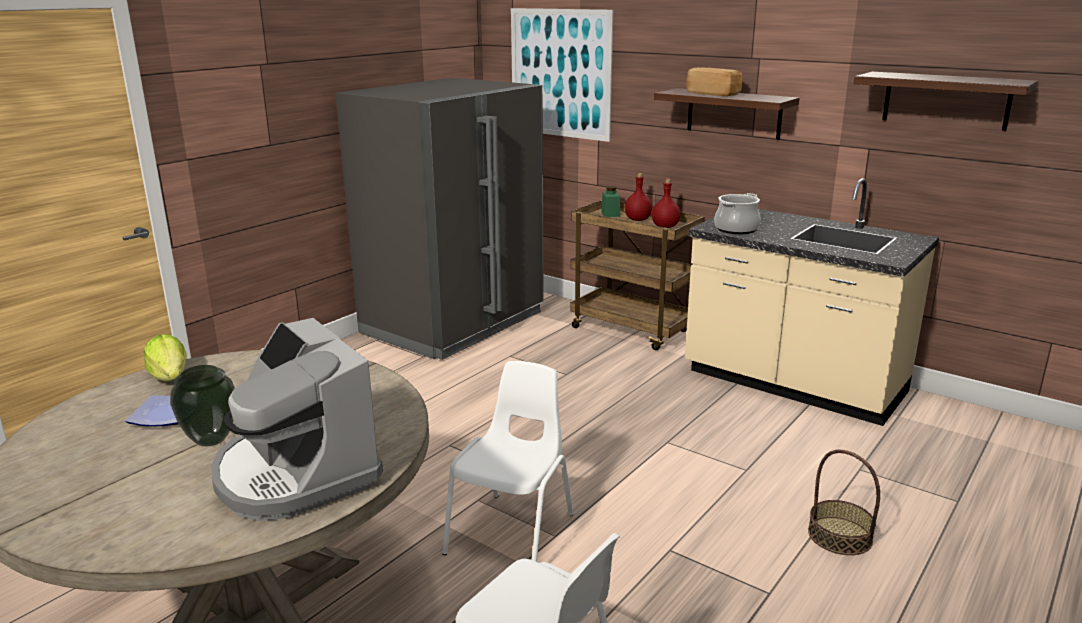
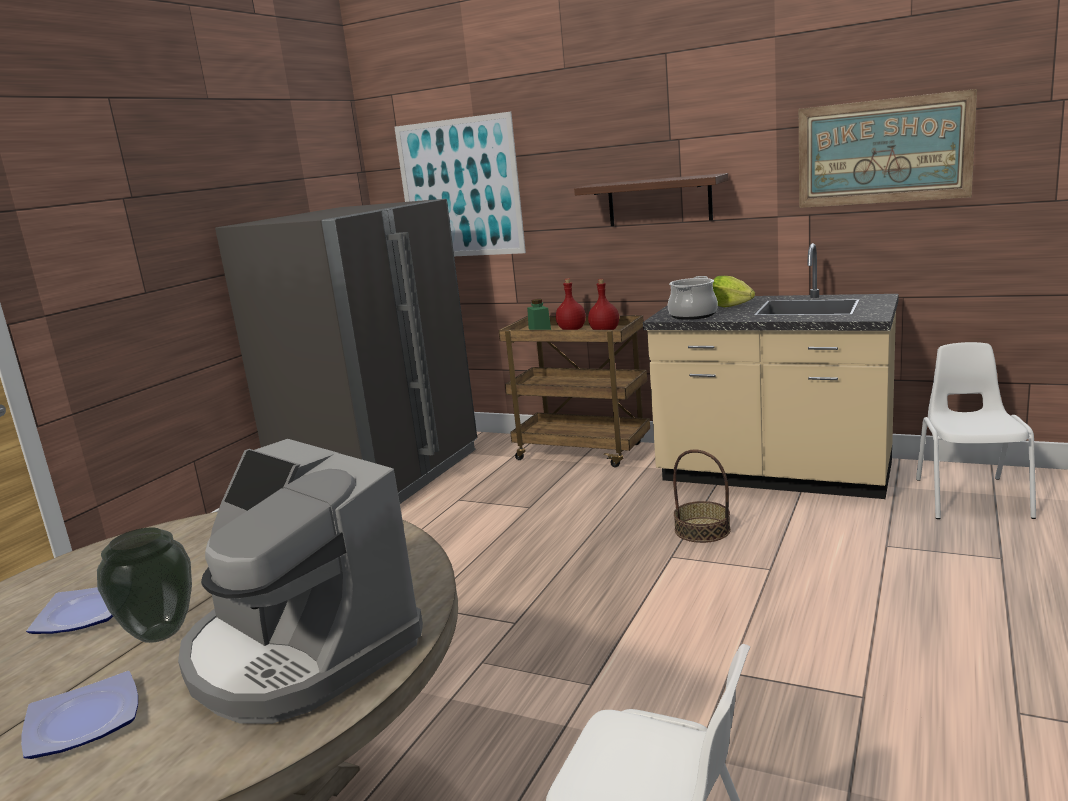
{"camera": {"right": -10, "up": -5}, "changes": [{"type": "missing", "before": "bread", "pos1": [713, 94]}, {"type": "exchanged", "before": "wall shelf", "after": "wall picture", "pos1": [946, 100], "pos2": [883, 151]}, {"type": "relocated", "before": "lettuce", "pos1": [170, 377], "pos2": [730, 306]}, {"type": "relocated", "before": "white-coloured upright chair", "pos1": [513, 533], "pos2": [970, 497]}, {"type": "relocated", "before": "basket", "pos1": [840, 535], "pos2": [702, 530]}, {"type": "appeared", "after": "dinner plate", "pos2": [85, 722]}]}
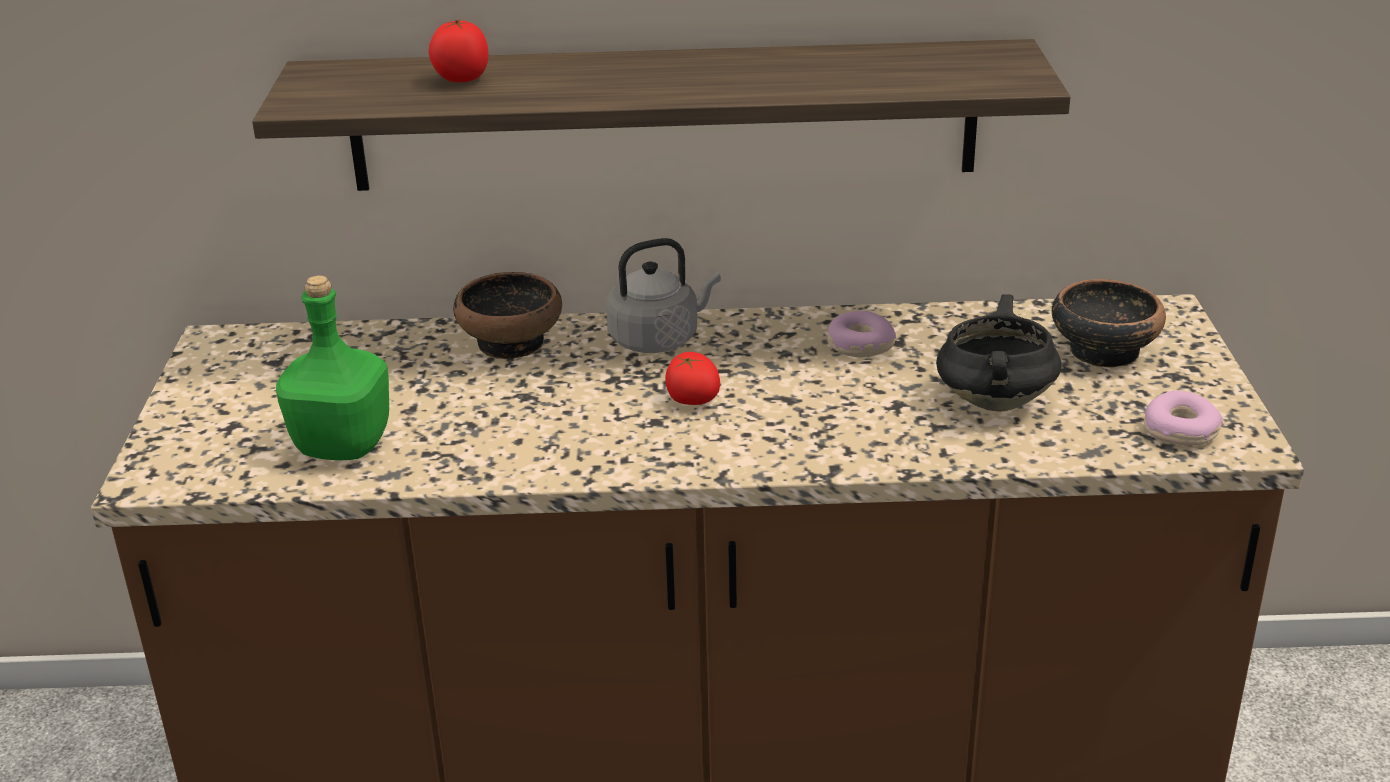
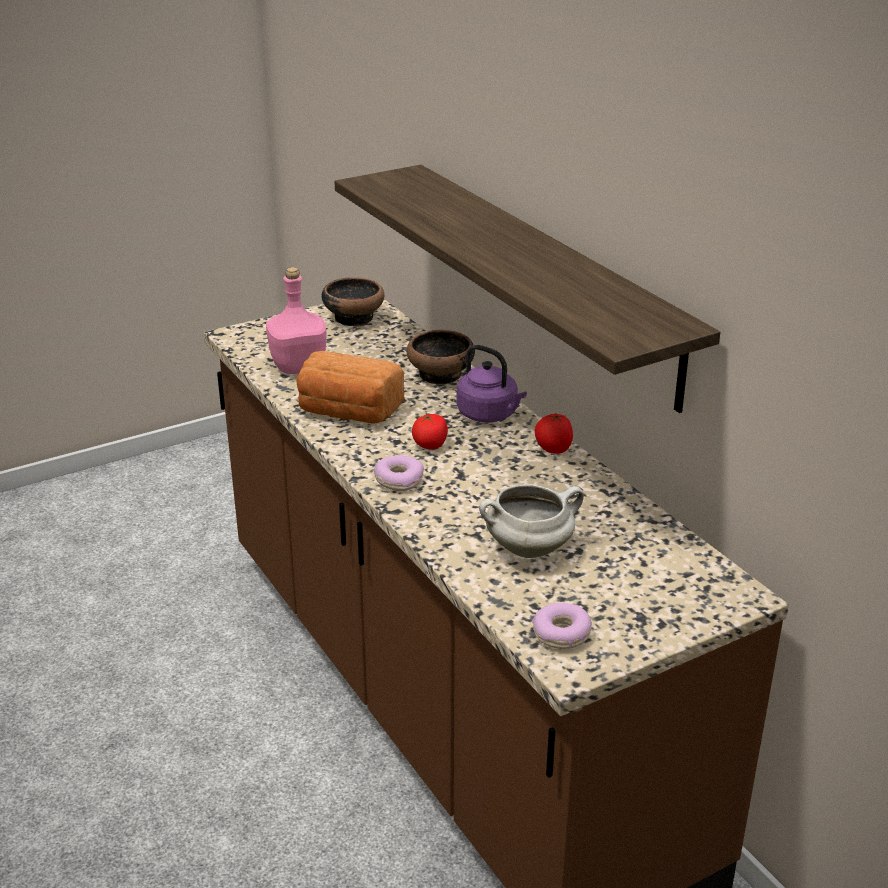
{"camera": {"right": 60, "up": 0}, "changes": [{"type": "relocated", "before": "whole tomato", "pos1": [461, 80], "pos2": [553, 450]}, {"type": "colour", "before": "greyish water kettle", "after": "purple water kettle", "pos1": [658, 339], "pos2": [490, 415]}, {"type": "colour", "before": "greenish beverage bottle", "after": "pink-coloured beverage bottle", "pos1": [342, 447], "pos2": [297, 367]}, {"type": "relocated", "before": "bowl", "pos1": [1102, 351], "pos2": [354, 317]}, {"type": "colour", "before": "blackish saucepot", "after": "white-coloured saucepot", "pos1": [993, 400], "pos2": [529, 548]}, {"type": "relocated", "before": "doughnut", "pos1": [859, 345], "pos2": [398, 480]}, {"type": "appeared", "after": "bread", "pos2": [348, 412]}]}
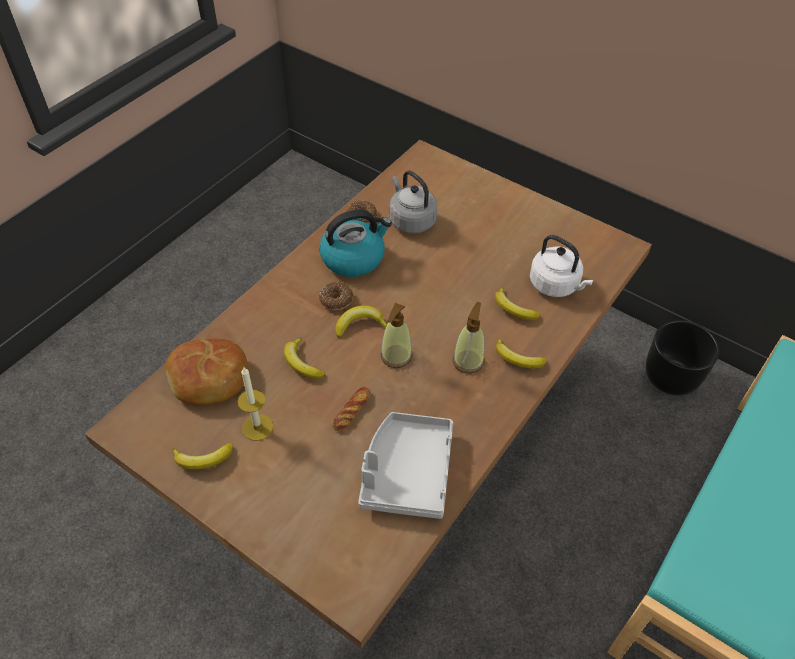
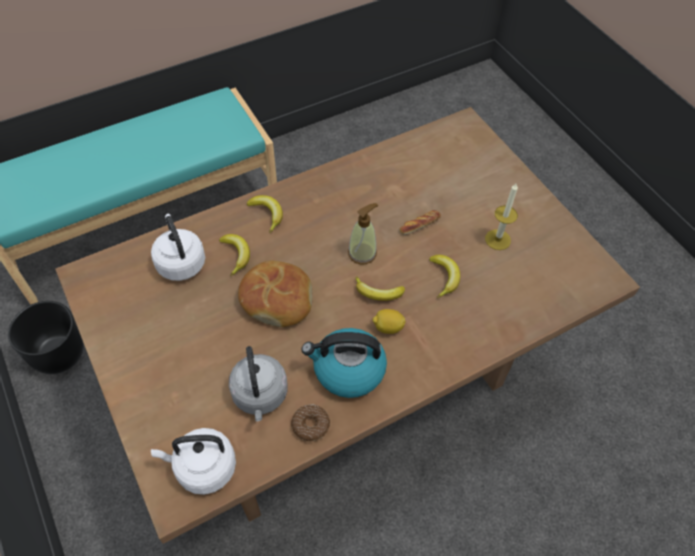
{"camera": {"right": -155, "up": 5}, "changes": [{"type": "exchanged", "before": "doughnut", "after": "citrus fruit", "pos1": [336, 300], "pos2": [388, 327]}, {"type": "missing", "before": "soap dispenser", "pos1": [468, 361]}, {"type": "relocated", "before": "bread", "pos1": [209, 379], "pos2": [277, 299]}, {"type": "missing", "before": "greyish tray", "pos1": [406, 472]}, {"type": "missing", "before": "banana fruit", "pos1": [203, 459]}, {"type": "appeared", "after": "white-coloured water kettle", "pos2": [203, 468]}]}
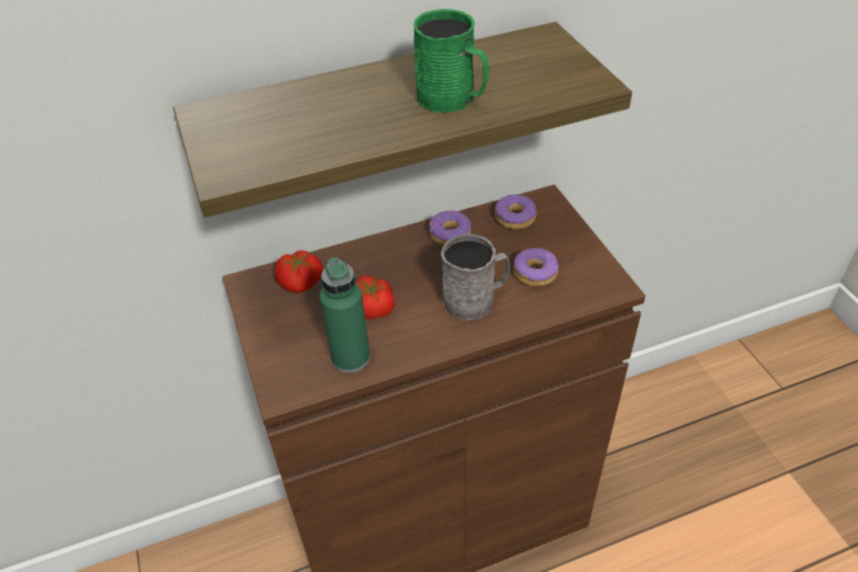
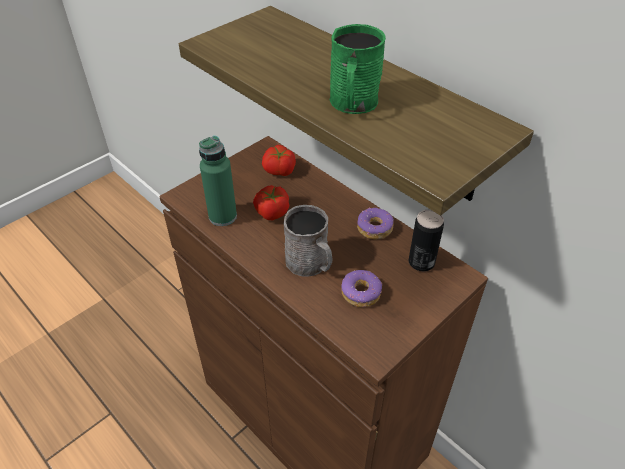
{"camera": {"right": 65, "up": 0}, "changes": [{"type": "exchanged", "before": "doughnut", "after": "can", "pos1": [515, 218], "pos2": [421, 262]}]}
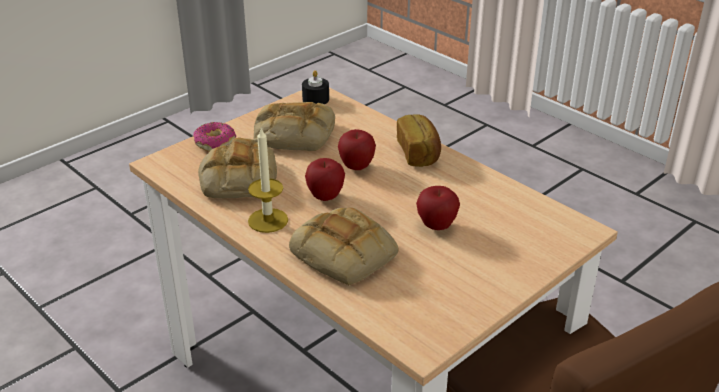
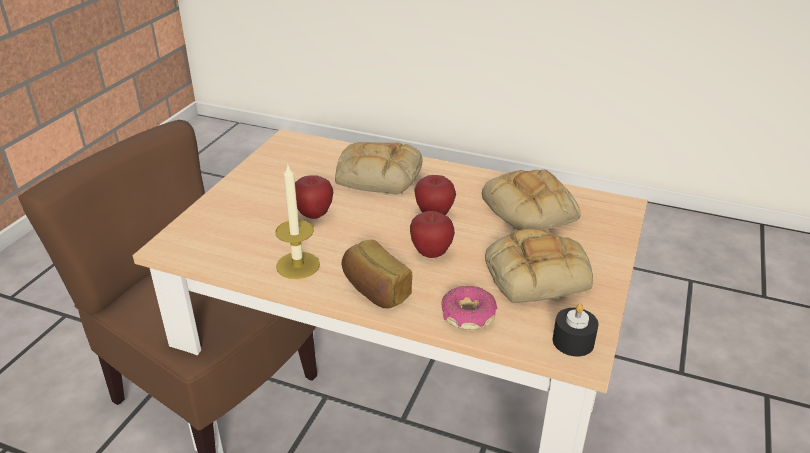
{"camera": {"right": 155, "up": 0}, "changes": [{"type": "relocated", "before": "doughnut", "pos1": [215, 143], "pos2": [467, 315]}, {"type": "relocated", "before": "candle", "pos1": [268, 220], "pos2": [298, 265]}]}
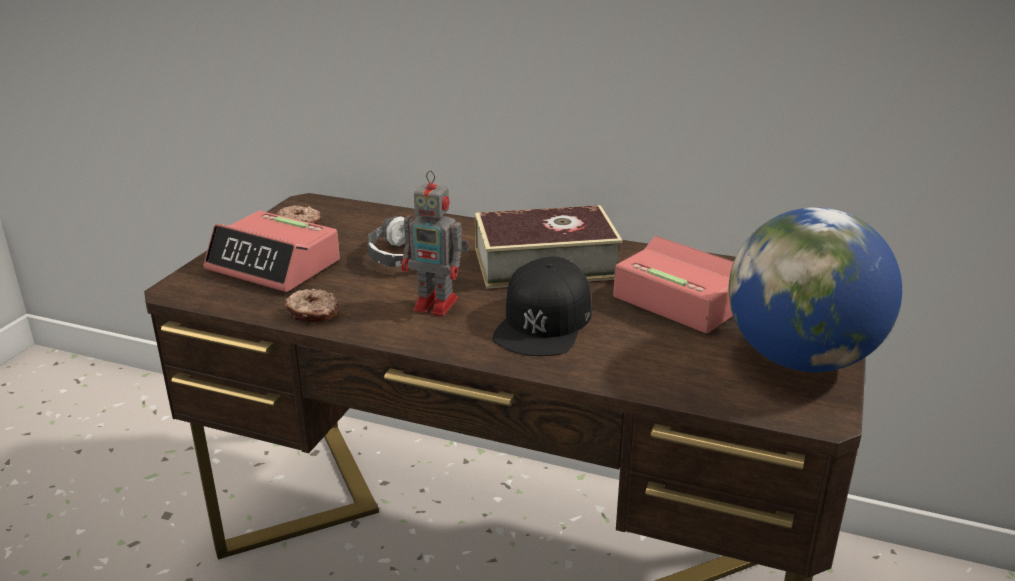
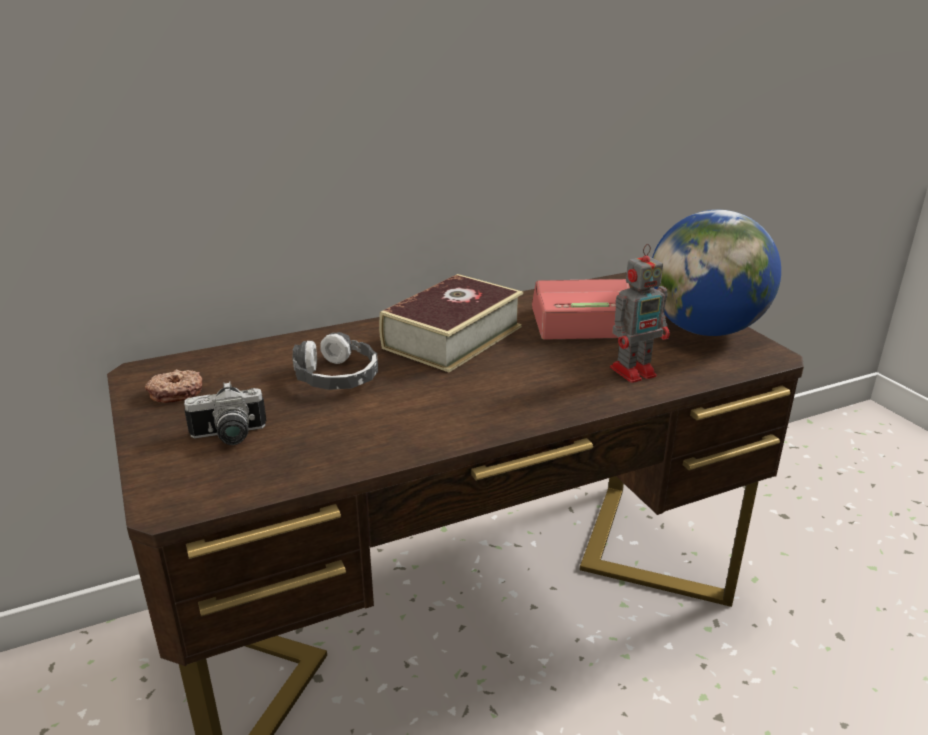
{"camera": {"right": -45, "up": 0}, "changes": [{"type": "relocated", "before": "toy robot", "pos1": [438, 305], "pos2": [635, 371]}, {"type": "exchanged", "before": "table clock", "after": "photo camera", "pos1": [274, 266], "pos2": [229, 437]}, {"type": "missing", "before": "blackish cap", "pos1": [544, 322]}, {"type": "missing", "before": "doughnut", "pos1": [313, 313]}]}
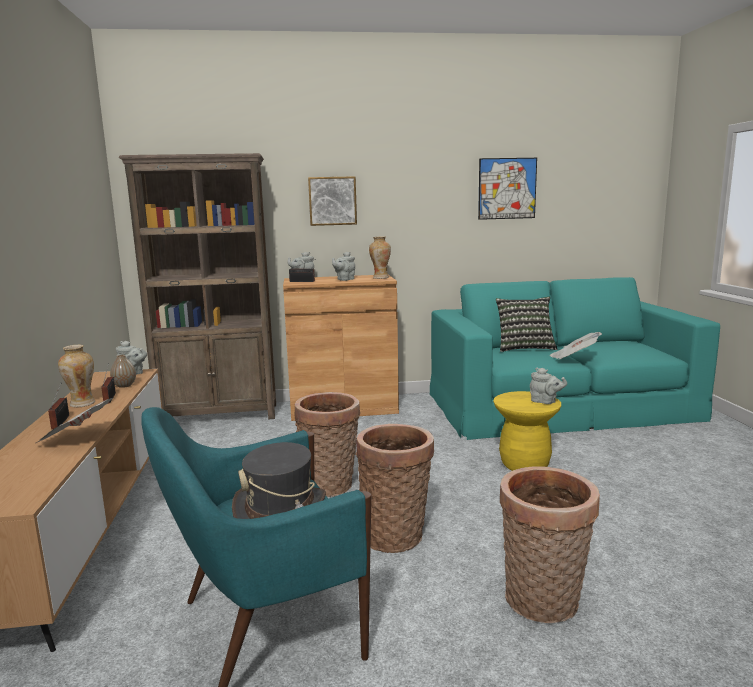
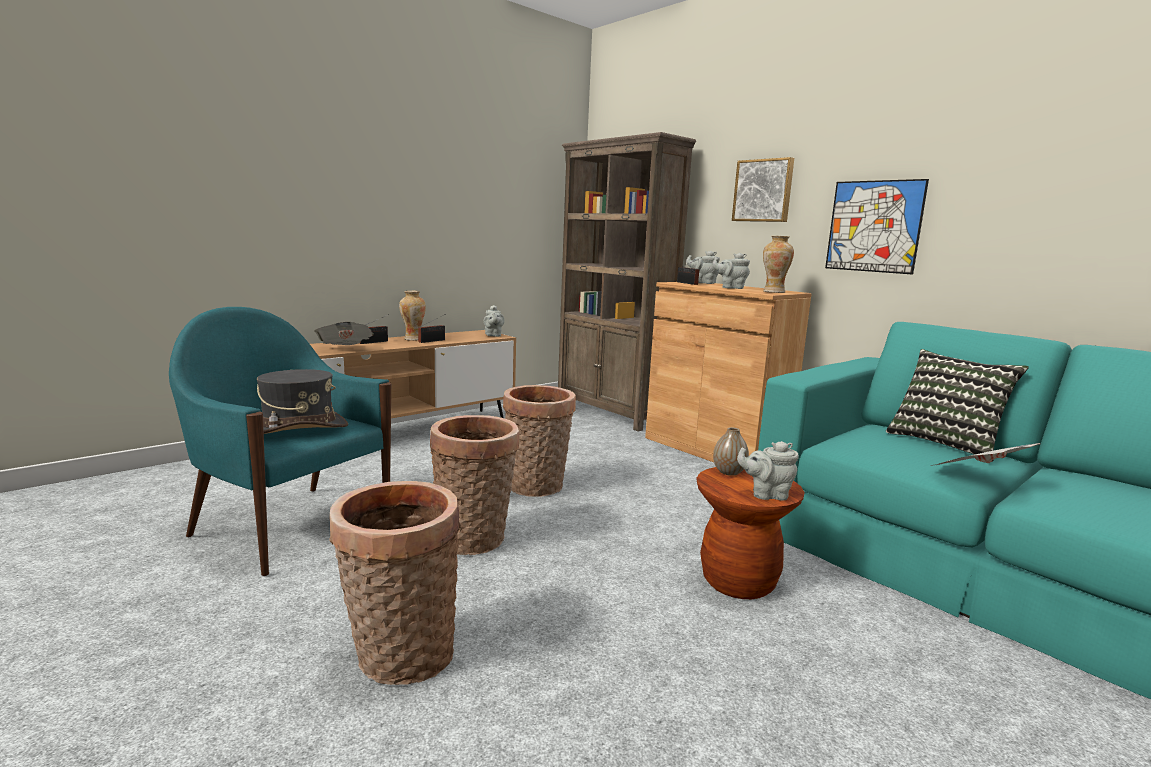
{"camera": {"right": 55, "up": 0}, "changes": [{"type": "relocated", "before": "wall picture", "pos1": [507, 188], "pos2": [874, 226]}, {"type": "relocated", "before": "vase", "pos1": [124, 385], "pos2": [729, 472]}, {"type": "spun", "before": "greyish teapot", "pos1": [545, 402], "pos2": [766, 494], "turn": 90}, {"type": "colour", "before": "yellow-coloured stool seat", "after": "brown-coloured stool seat", "pos1": [524, 465], "pos2": [738, 582]}]}
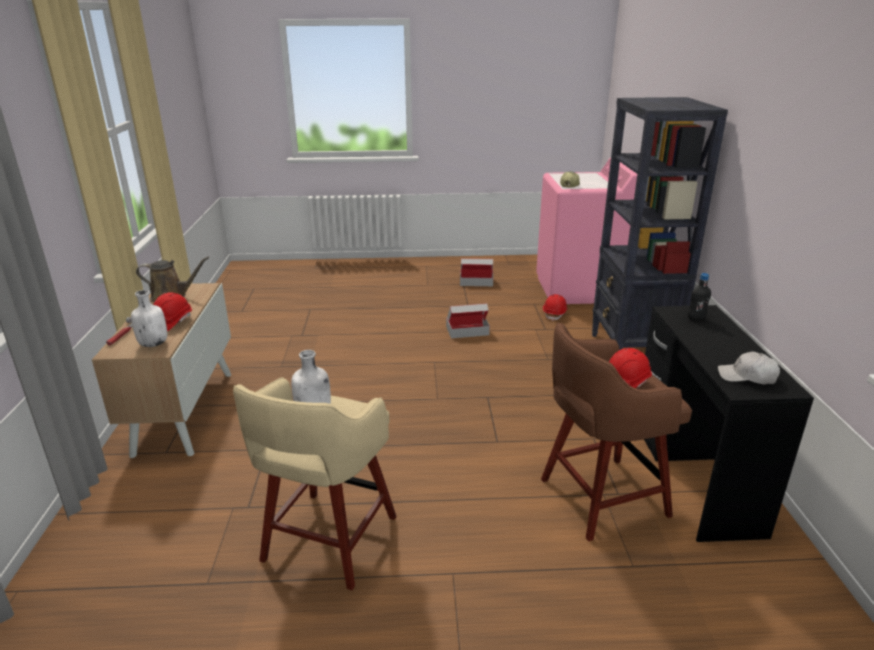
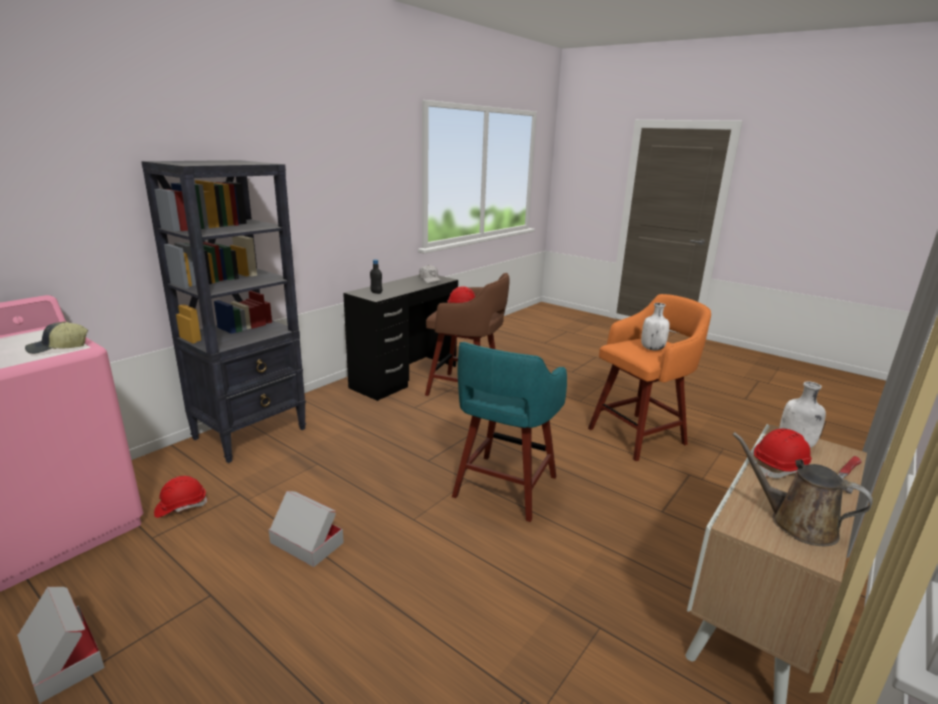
{"camera": {"right": -140, "up": -5}, "changes": [{"type": "colour", "before": "beige-coloured stool seat", "after": "orangey stool seat", "pos1": [327, 541], "pos2": [639, 435]}, {"type": "appeared", "after": "turquoise-coloured stool seat", "pos2": [503, 488]}]}
